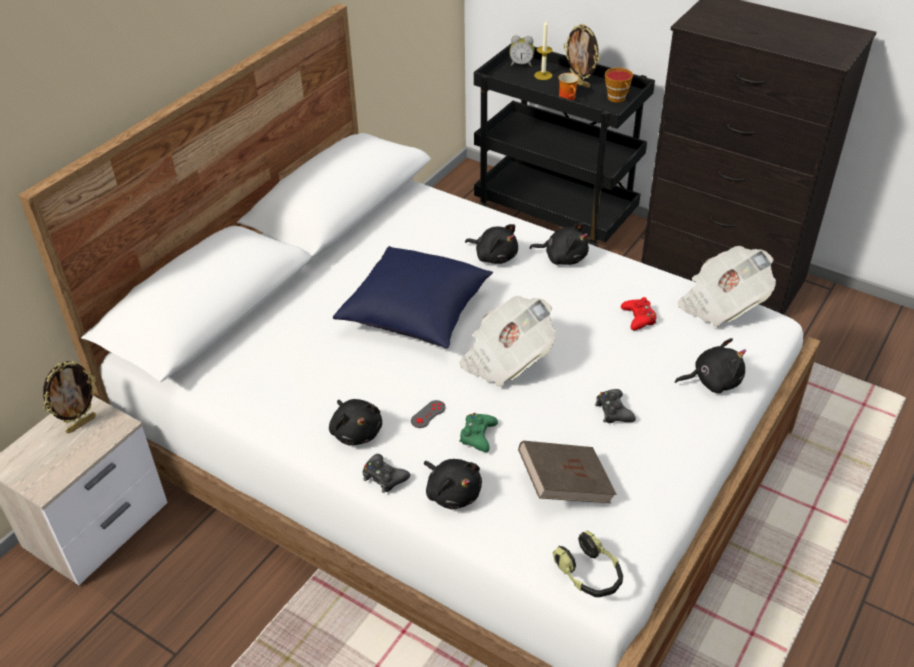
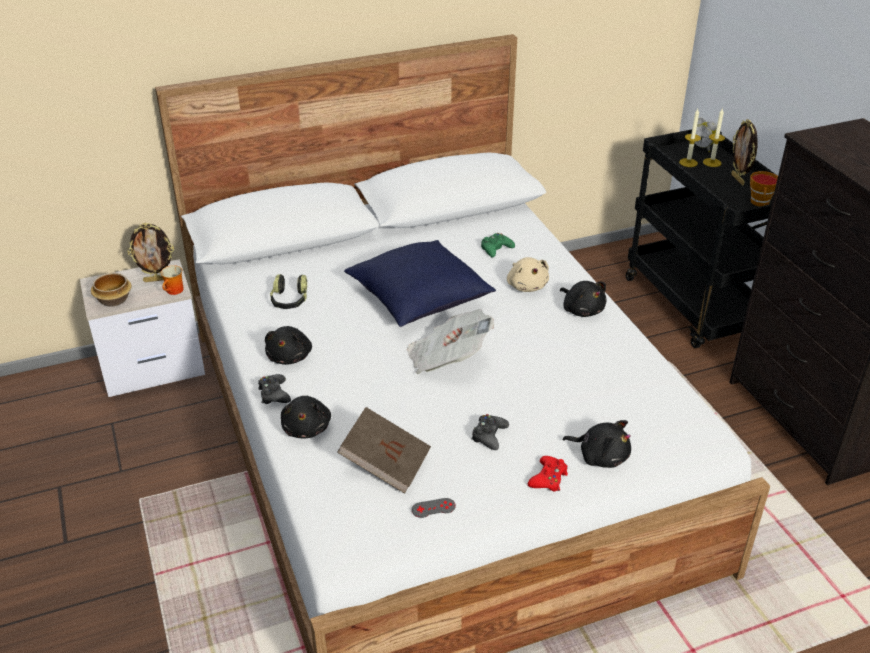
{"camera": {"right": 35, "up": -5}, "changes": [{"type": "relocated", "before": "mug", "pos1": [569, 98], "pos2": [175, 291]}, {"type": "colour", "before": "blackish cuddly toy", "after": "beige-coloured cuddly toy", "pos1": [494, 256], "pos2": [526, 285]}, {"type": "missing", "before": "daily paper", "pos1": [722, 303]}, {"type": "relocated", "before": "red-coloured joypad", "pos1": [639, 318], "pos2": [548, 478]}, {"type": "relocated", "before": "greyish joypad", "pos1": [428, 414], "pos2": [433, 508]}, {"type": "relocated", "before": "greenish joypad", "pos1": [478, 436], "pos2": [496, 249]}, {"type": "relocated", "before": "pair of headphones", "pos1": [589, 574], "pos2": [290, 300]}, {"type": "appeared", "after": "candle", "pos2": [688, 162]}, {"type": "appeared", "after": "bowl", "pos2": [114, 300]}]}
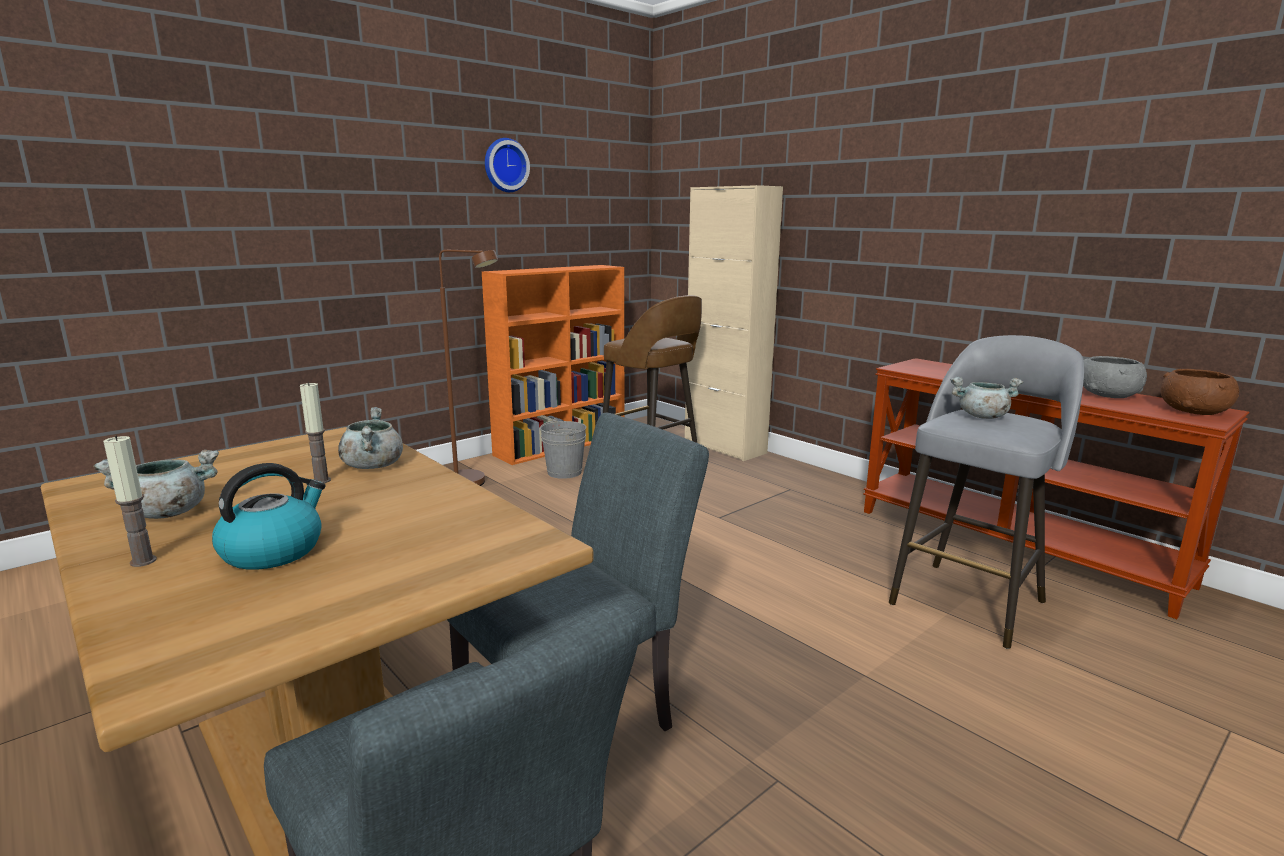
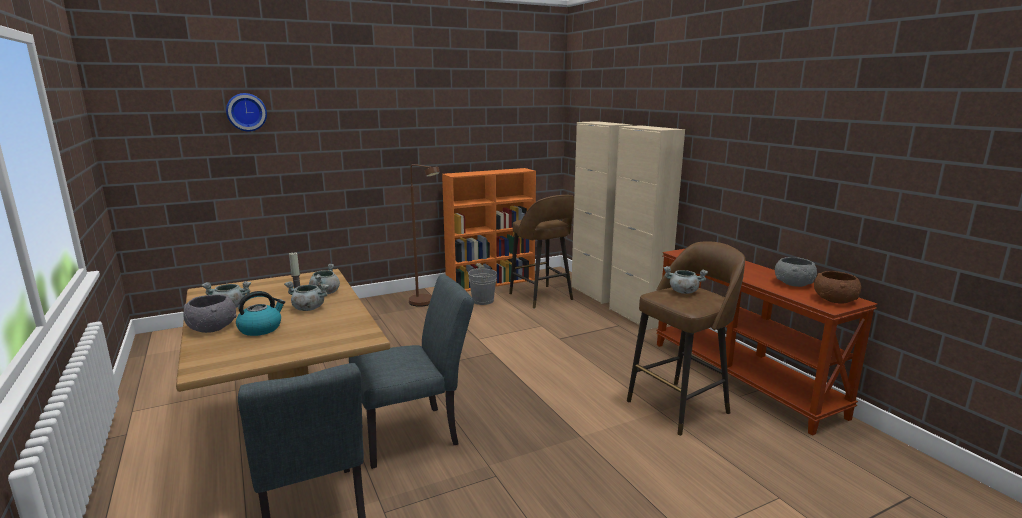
{"camera": {"right": 15, "up": 0}, "changes": [{"type": "relocated", "before": "hanging clock", "pos1": [505, 165], "pos2": [246, 112]}, {"type": "colour", "before": "greyish stool seat", "after": "brown-coloured stool seat", "pos1": [970, 601], "pos2": [680, 406]}, {"type": "exchanged", "before": "candle", "after": "greyish bowl", "pos1": [143, 561], "pos2": [212, 327]}, {"type": "appeared", "after": "beige-coloured cabinet", "pos2": [637, 316]}, {"type": "appeared", "after": "greyish saucepot", "pos2": [308, 308]}]}
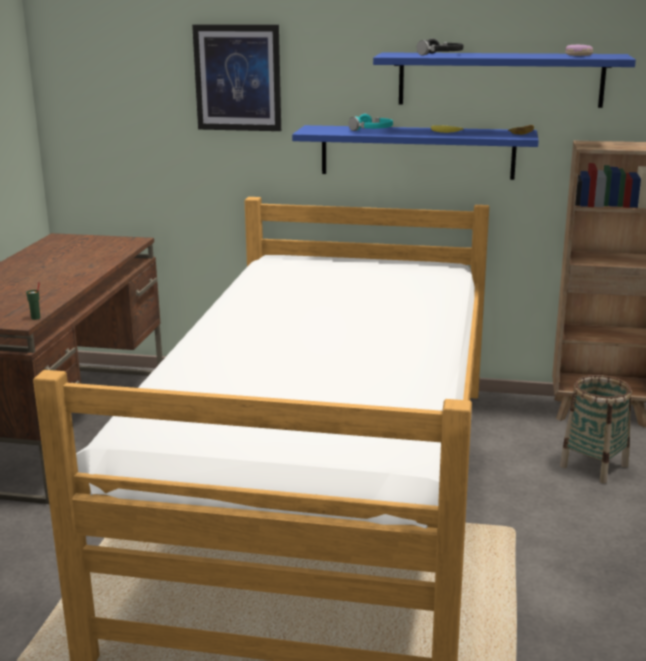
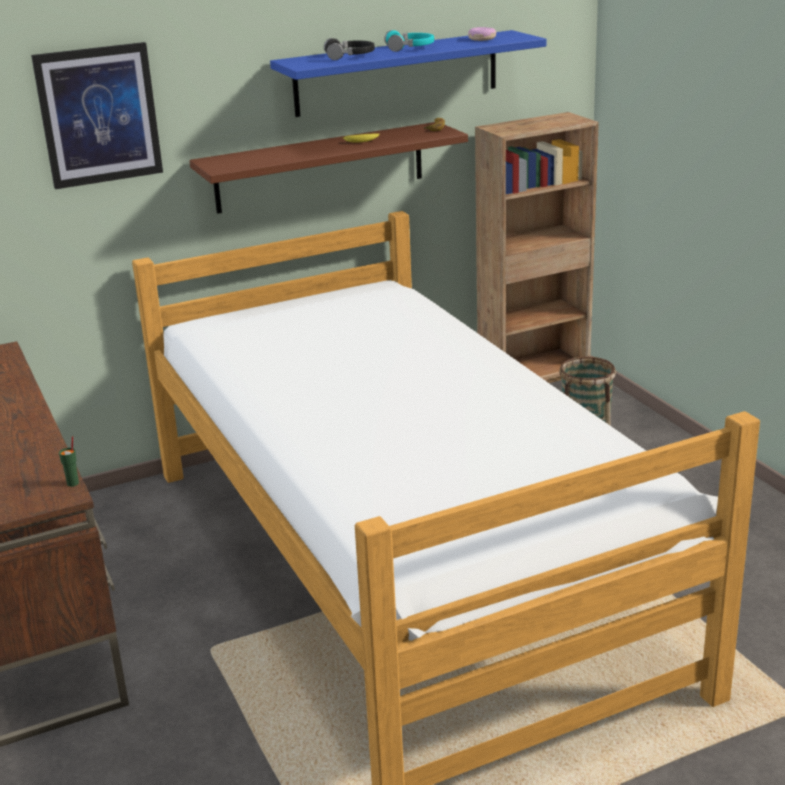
{"camera": {"right": -35, "up": 5}, "changes": [{"type": "relocated", "before": "turquoise-coloured pair of headphones", "pos1": [372, 130], "pos2": [410, 48]}, {"type": "colour", "before": "blue-coloured wall shelf", "after": "brown-coloured wall shelf", "pos1": [417, 152], "pos2": [320, 167]}]}
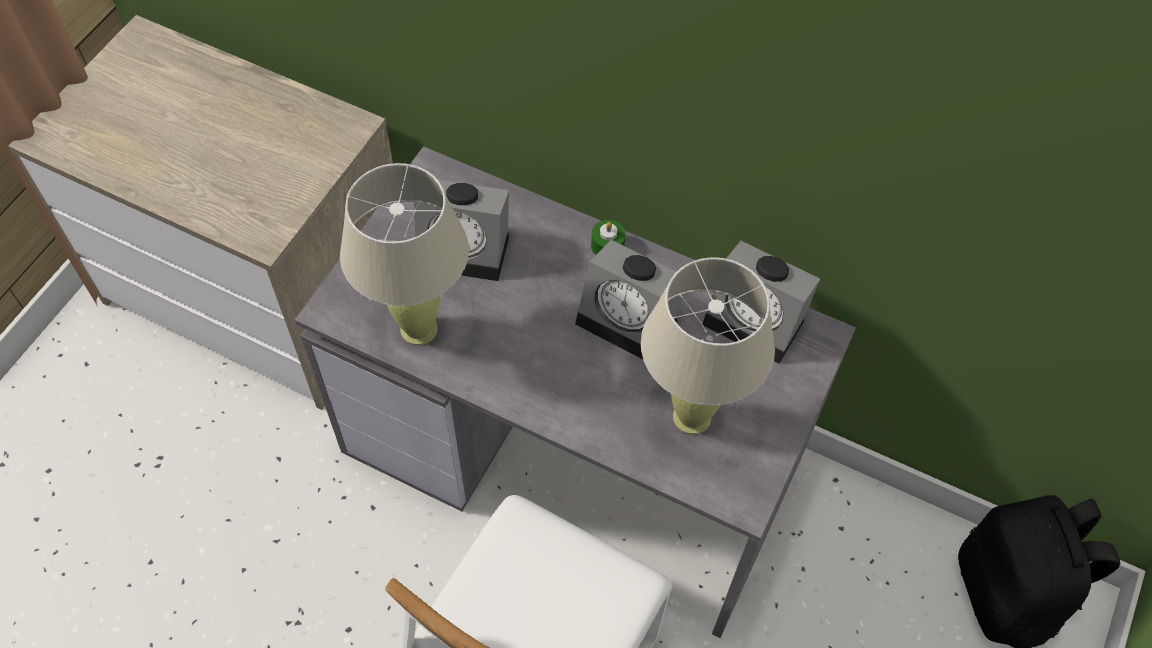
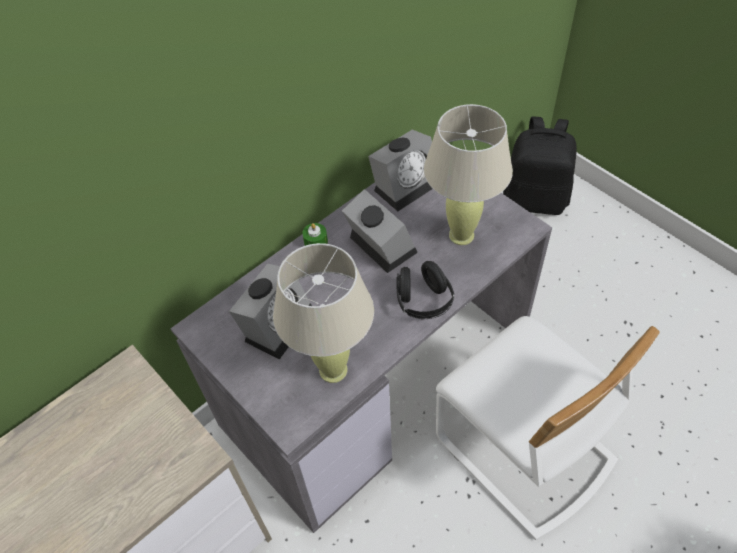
{"camera": {"right": -65, "up": -5}, "changes": [{"type": "spun", "before": "table clock", "pos1": [631, 320], "pos2": [379, 245], "turn": -90}, {"type": "appeared", "after": "blackish pair of headphones", "pos2": [423, 301]}]}
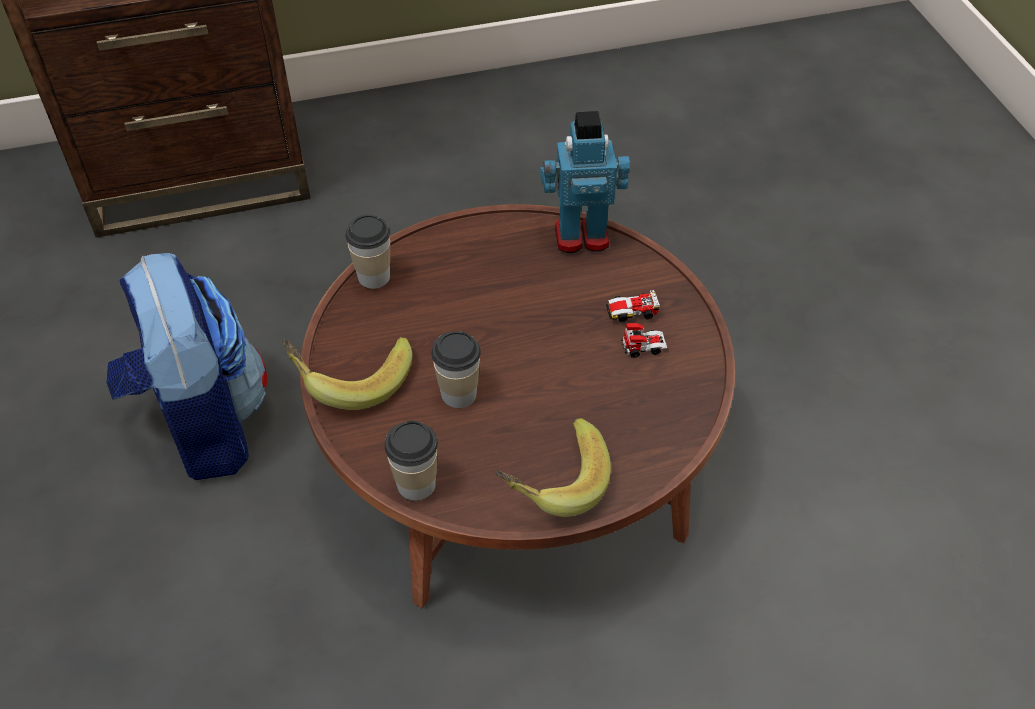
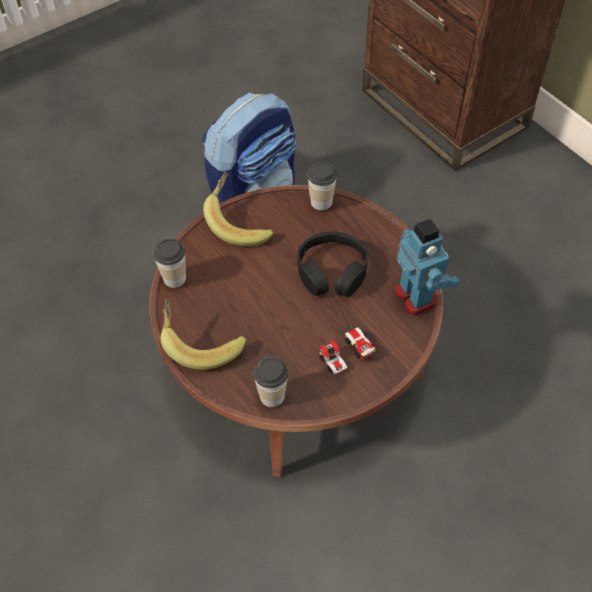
{"camera": {"right": 70, "up": 5}, "changes": [{"type": "relocated", "before": "cup", "pos1": [458, 394], "pos2": [272, 395]}, {"type": "appeared", "after": "blackish pair of headphones", "pos2": [332, 272]}]}
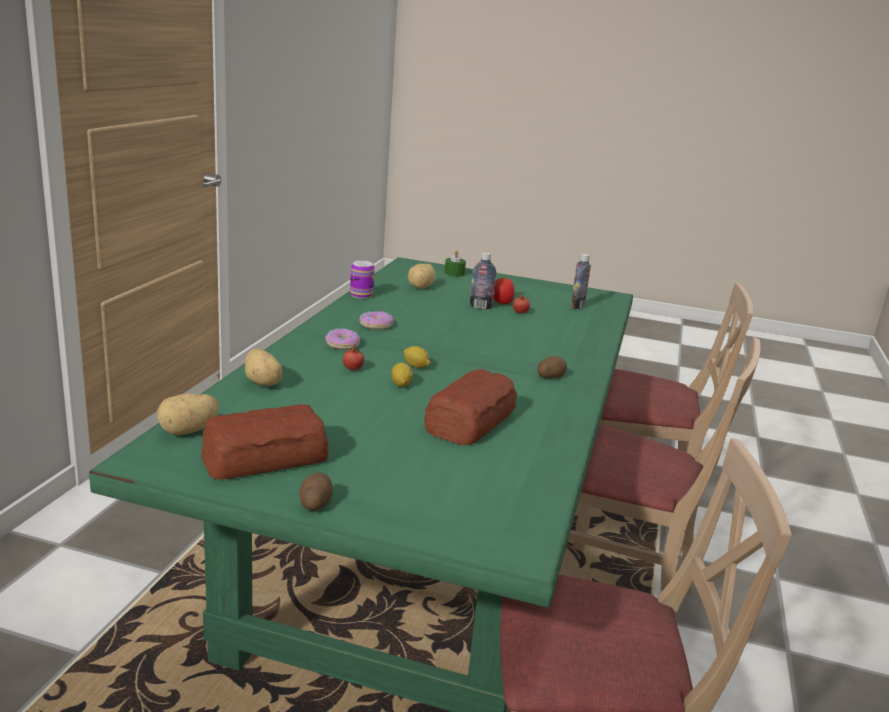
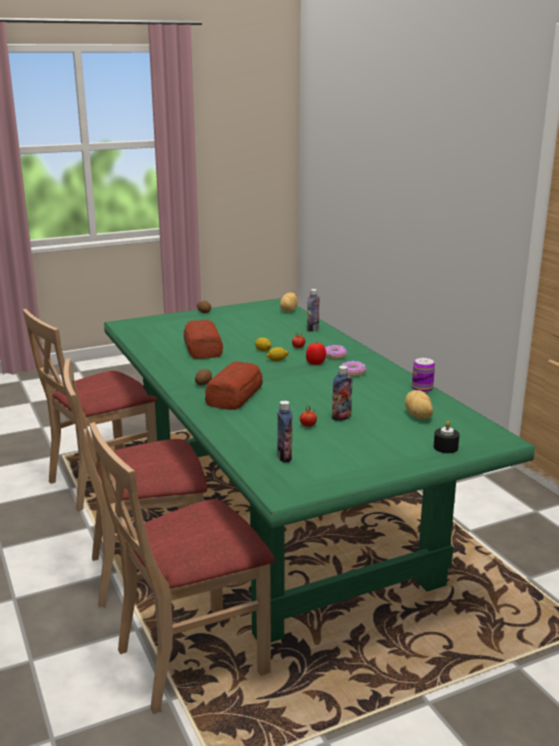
{"camera": {"right": 140, "up": 0}, "changes": [{"type": "colour", "before": "greenish candle", "after": "blackish candle", "pos1": [454, 273], "pos2": [445, 447]}, {"type": "relocated", "before": "whole tomato", "pos1": [501, 303], "pos2": [315, 363]}, {"type": "exchanged", "before": "potato", "after": "beverage bottle", "pos1": [263, 382], "pos2": [313, 329]}, {"type": "relocated", "before": "bread", "pos1": [267, 458], "pos2": [233, 396]}]}
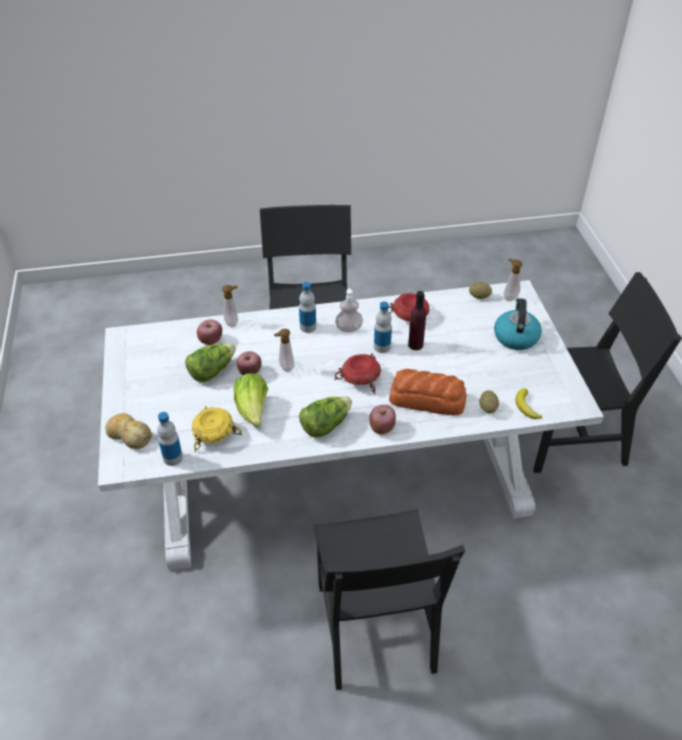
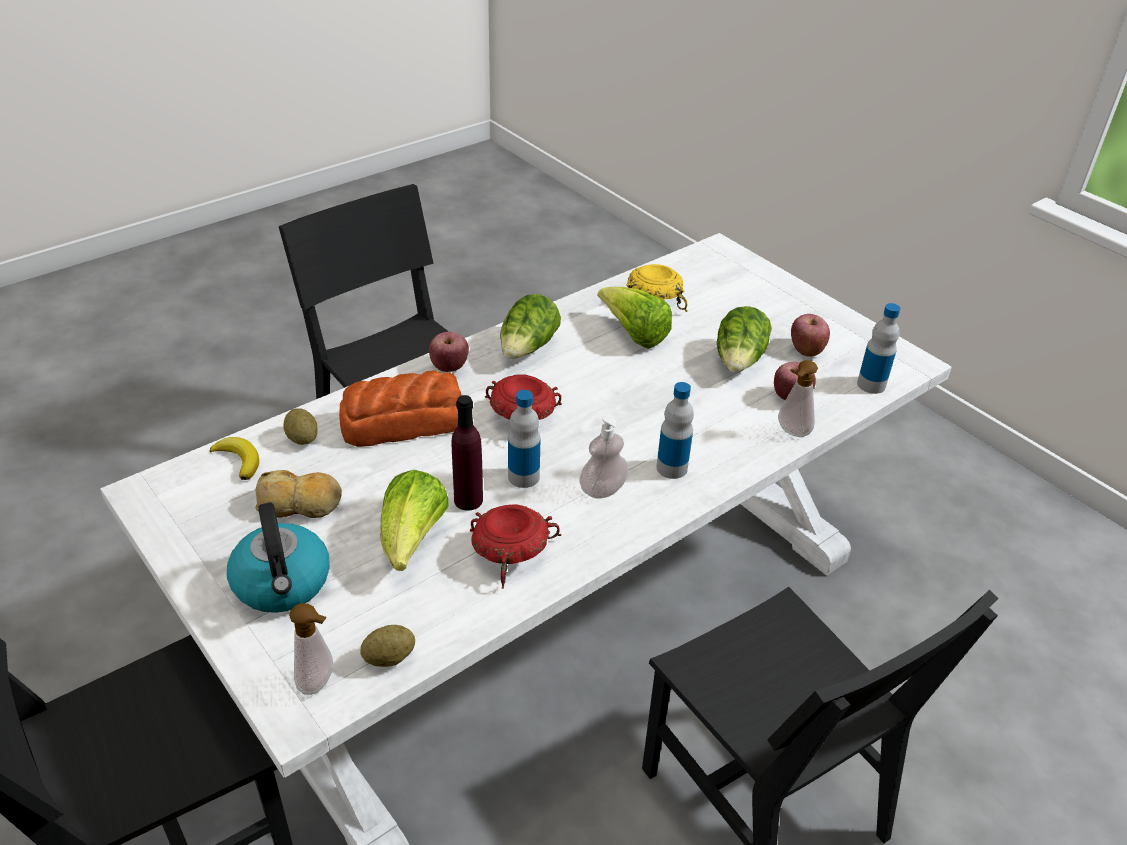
{"camera": {"right": 150, "up": -5}, "changes": [{"type": "missing", "before": "soap dispenser", "pos1": [285, 368]}, {"type": "relocated", "before": "whole apple", "pos1": [250, 372], "pos2": [806, 350]}, {"type": "relocated", "before": "beverage bottle", "pos1": [173, 458], "pos2": [871, 385]}, {"type": "relocated", "before": "bread", "pos1": [129, 435], "pos2": [300, 504]}, {"type": "appeared", "after": "lettuce", "pos2": [412, 541]}]}
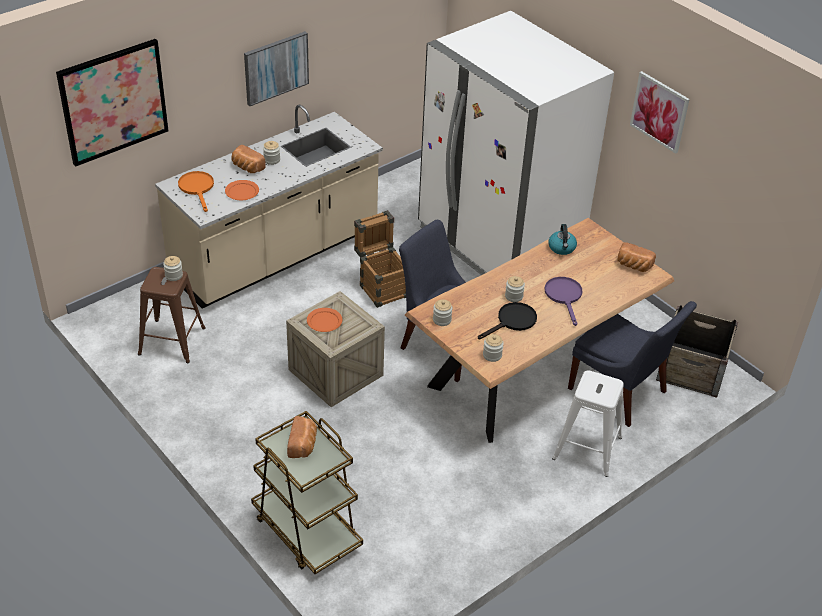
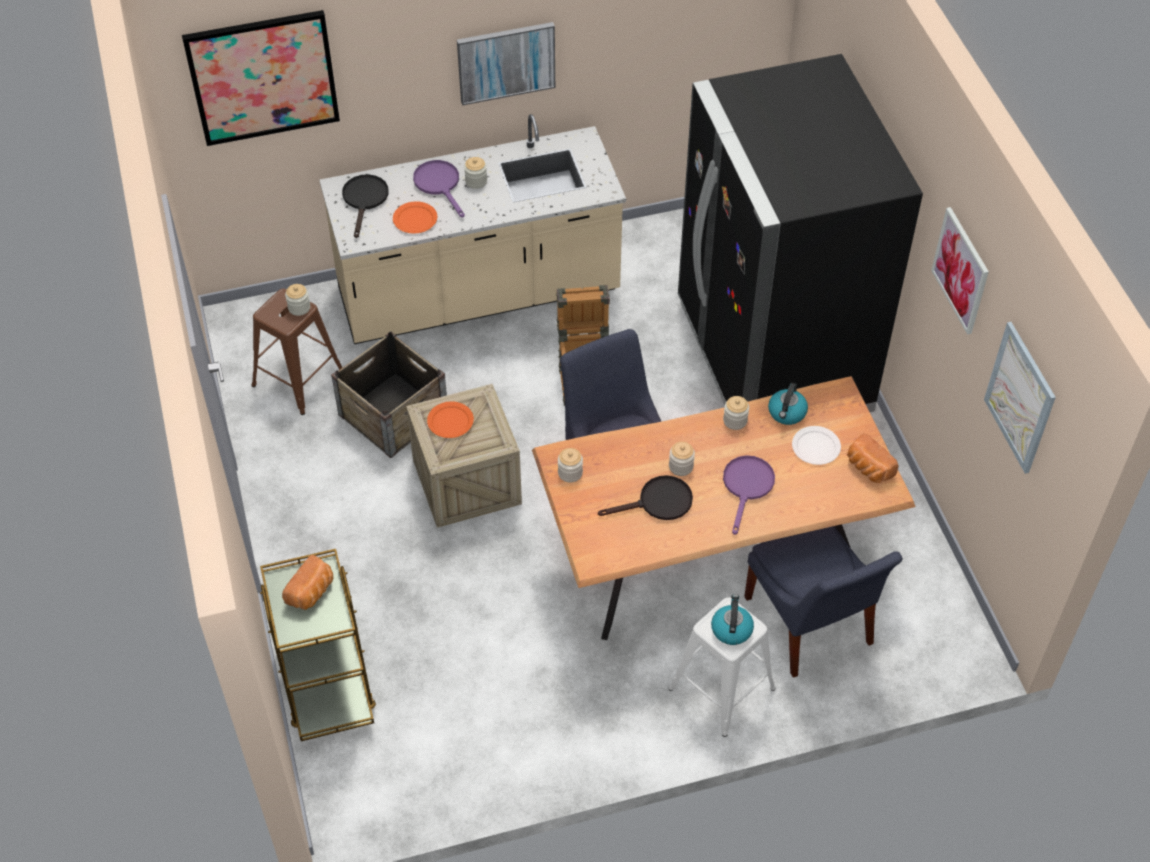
{"camera": {"right": 25, "up": 10}, "changes": [{"type": "colour", "before": "white-coloured refrigerator", "after": "blackish refrigerator", "pos1": [498, 243], "pos2": [772, 357]}, {"type": "exchanged", "before": "bread", "after": "purple frying pan", "pos1": [247, 167], "pos2": [440, 185]}, {"type": "colour", "before": "orangey frying pan", "after": "blackish frying pan", "pos1": [197, 188], "pos2": [365, 200]}, {"type": "relocated", "before": "packing crate", "pos1": [692, 368], "pos2": [393, 413]}, {"type": "relocated", "before": "jar", "pos1": [492, 355], "pos2": [735, 420]}, {"type": "appeared", "after": "wall picture", "pos2": [1020, 397]}, {"type": "appeared", "after": "white-coloured dinner plate", "pos2": [816, 447]}, {"type": "appeared", "after": "water kettle", "pos2": [731, 629]}]}
